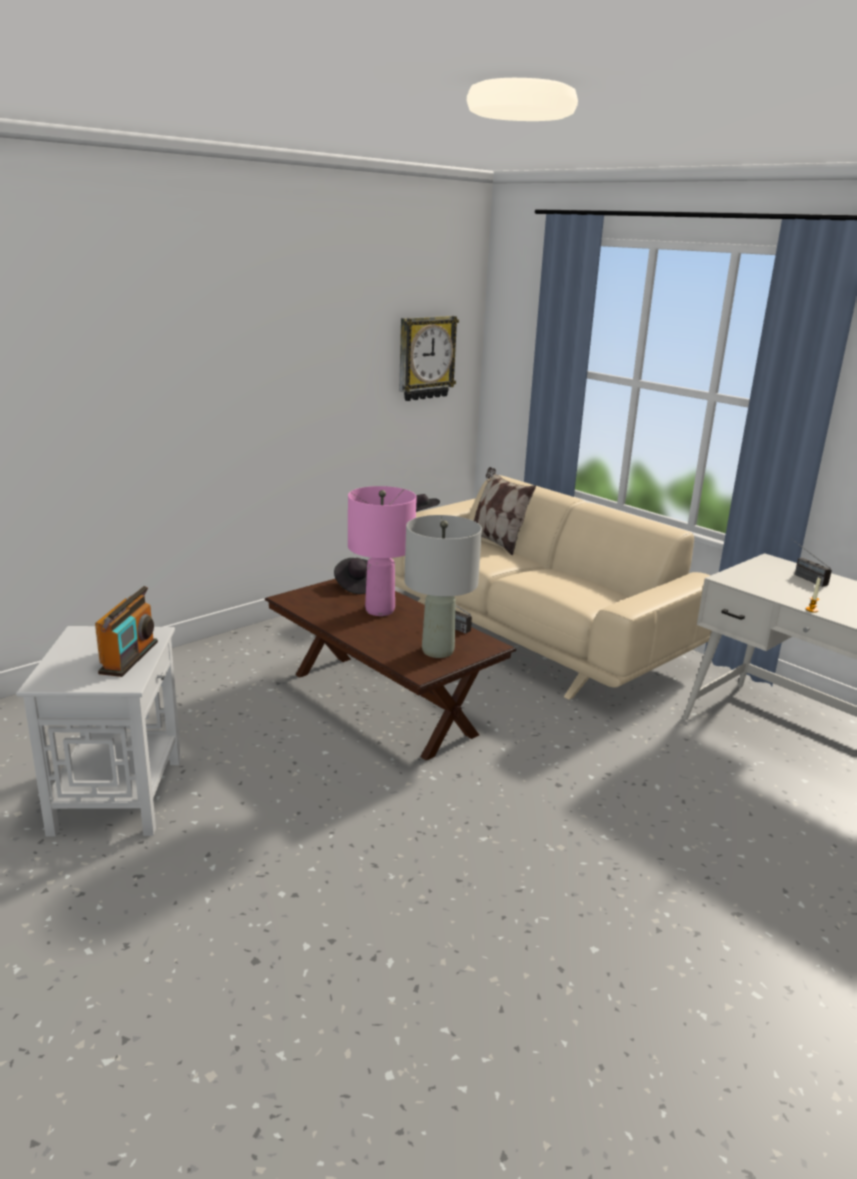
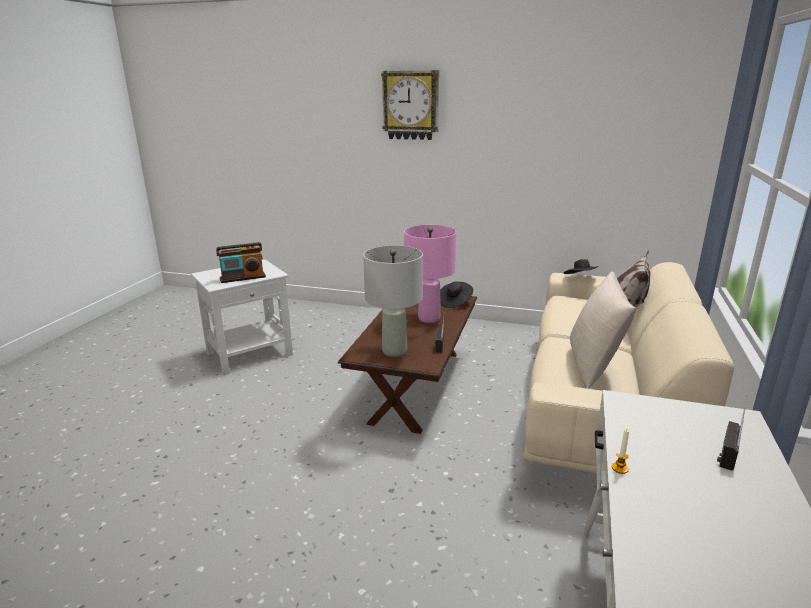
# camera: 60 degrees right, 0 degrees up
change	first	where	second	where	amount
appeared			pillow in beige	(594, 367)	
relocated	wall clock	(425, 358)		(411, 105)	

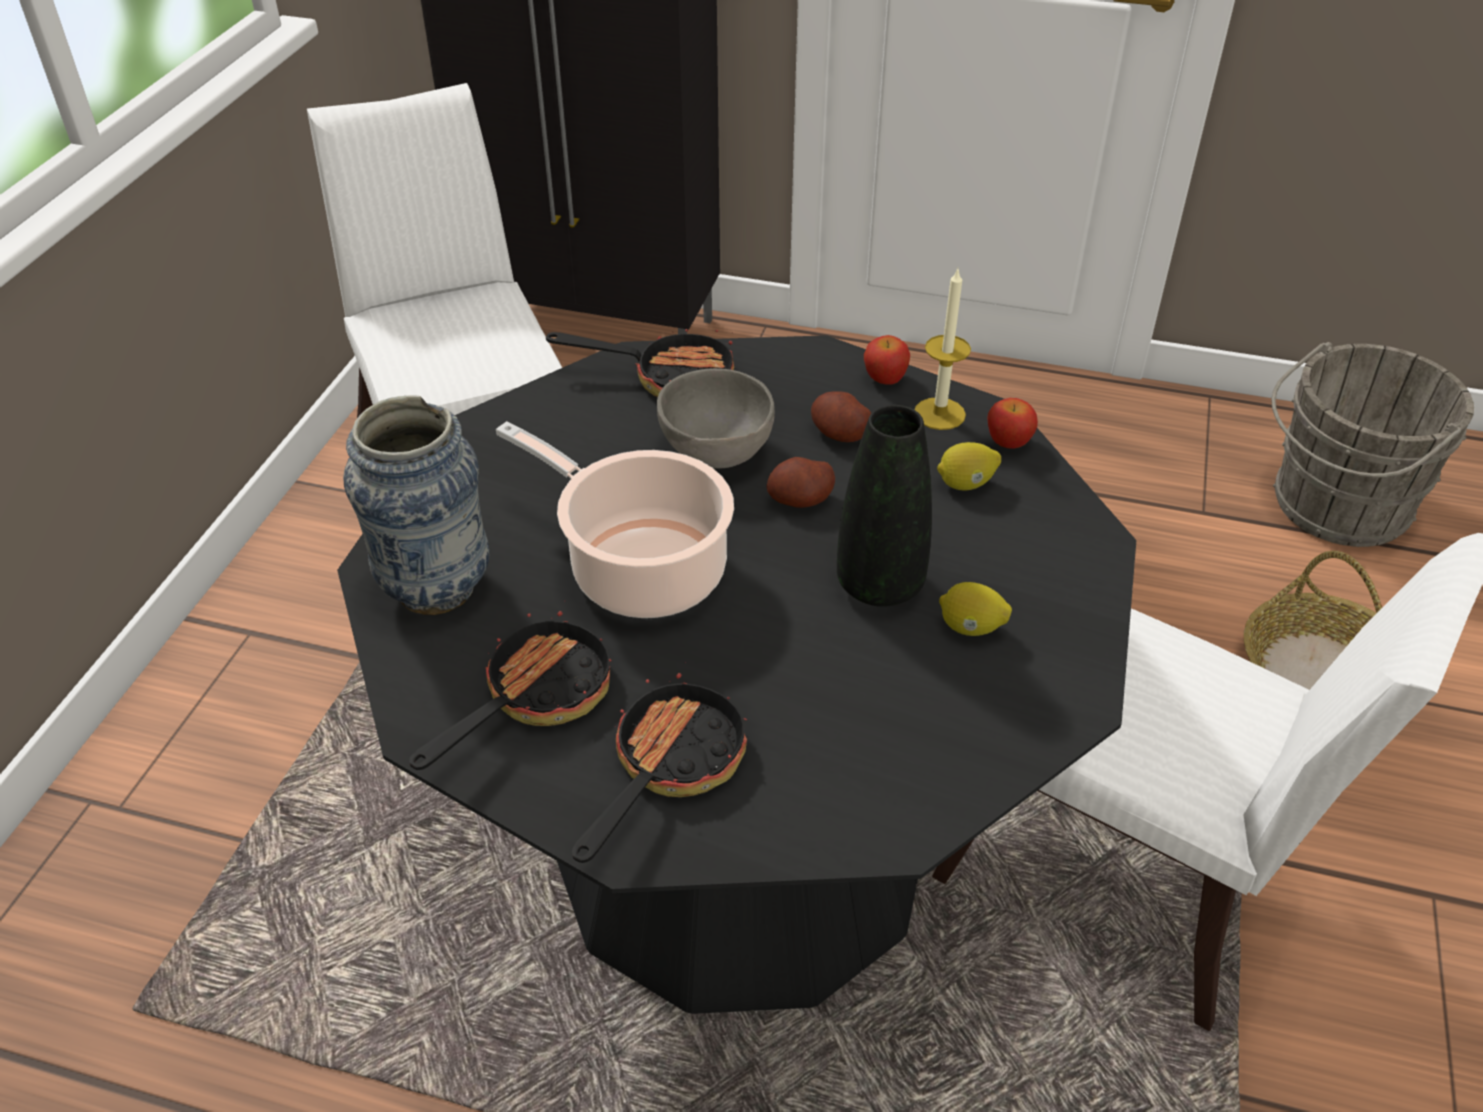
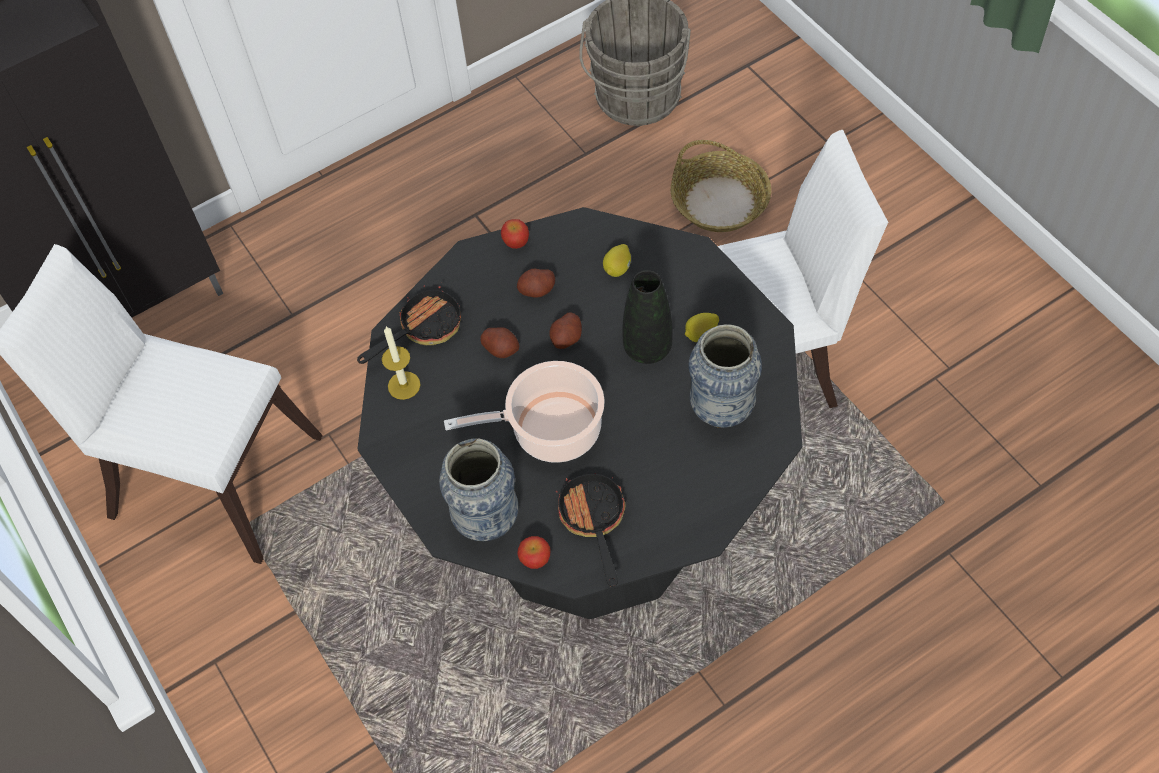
# camera: 45 degrees left, 15 degrees up
change	first	where	second	where	amount
missing	frying pan	(669, 767)			
appeared			vase	(722, 409)	
relocated	candle	(939, 414)		(404, 385)	
relocated	apple	(1008, 442)		(535, 559)	
exchanged	bowl in grey	(715, 453)	potato	(501, 349)	

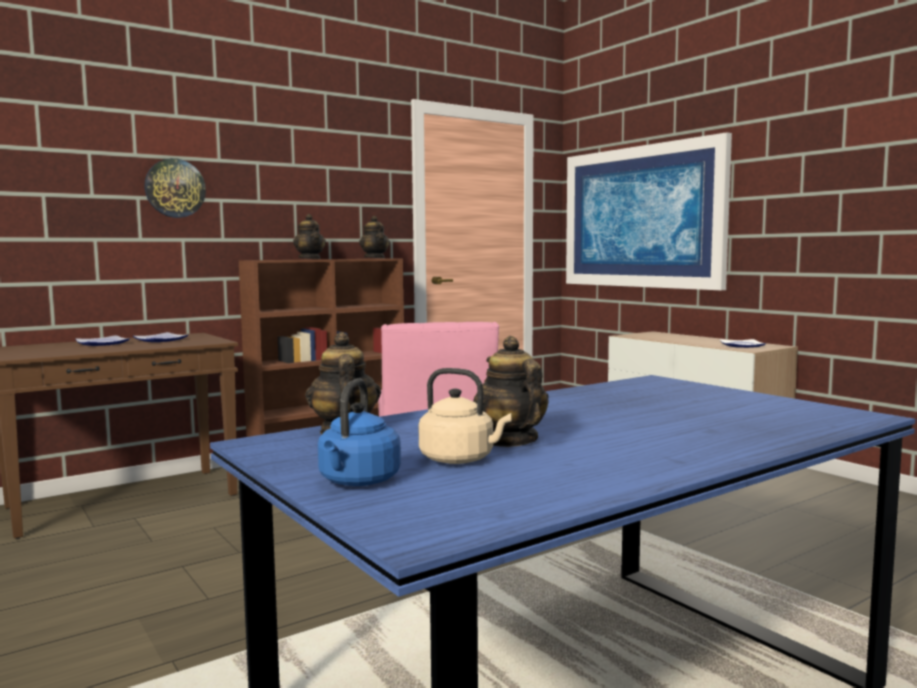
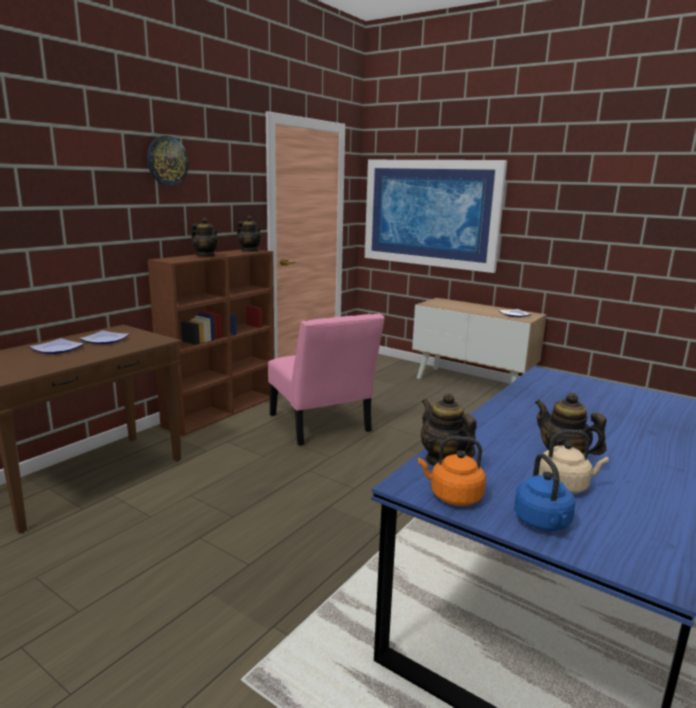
# camera: 20 degrees left, 10 degrees up
change	first	where	second	where	amount
appeared			kettle in orange	(453, 496)	
relocated	wall clock	(175, 188)		(167, 161)	

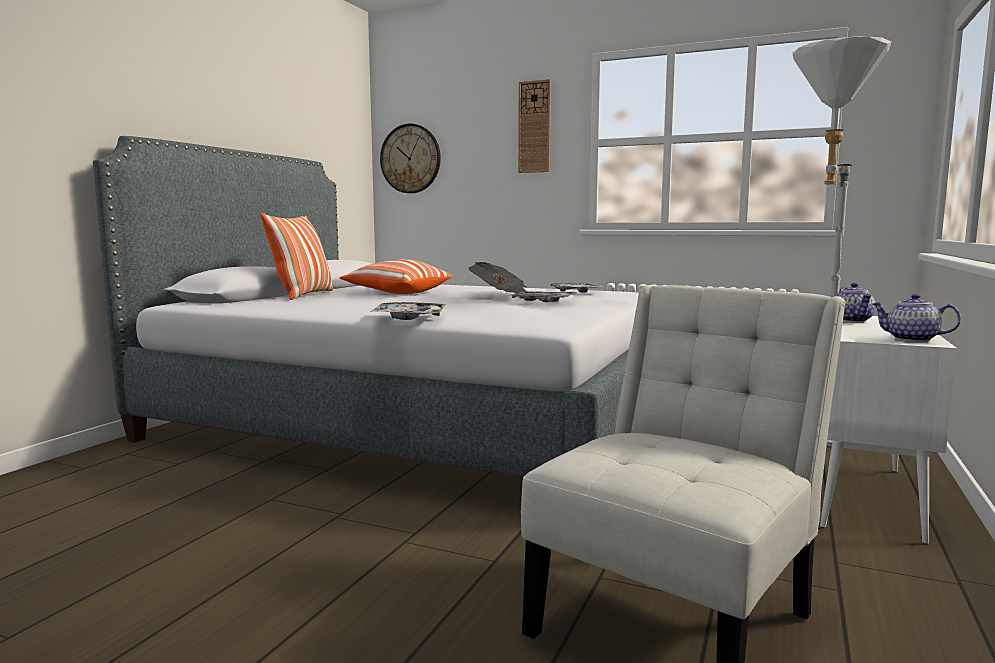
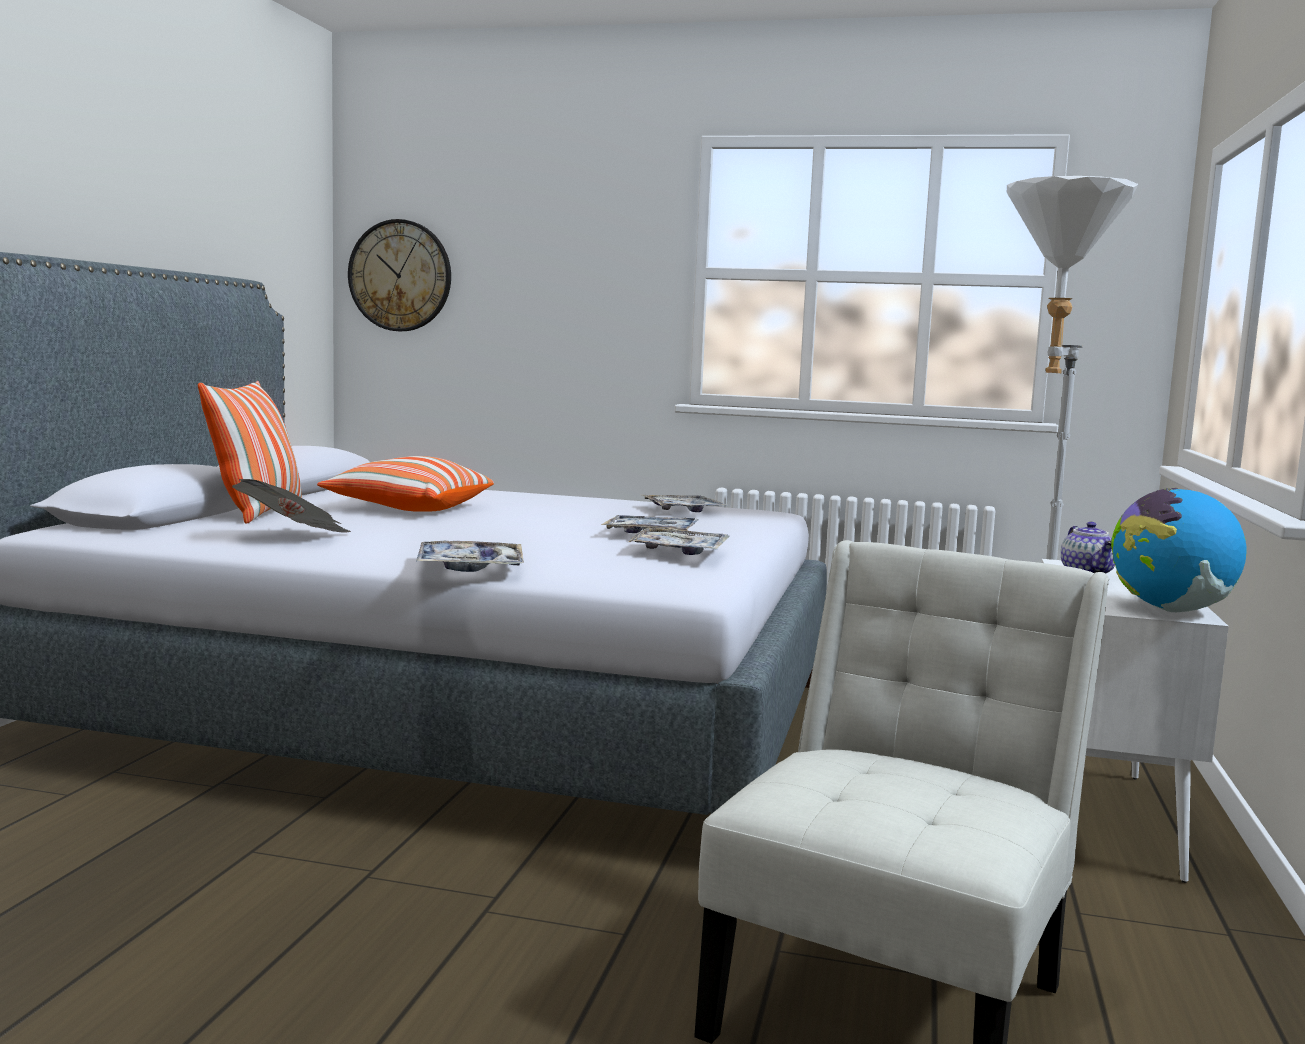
# camera: 10 degrees left, 0 degrees up
change	first	where	second	where	amount
missing	wall clock	(534, 127)			
appeared			tray	(679, 551)	
relocated	newspaper	(501, 296)		(294, 537)	
exchanged	teapot	(911, 339)	globe	(1170, 610)	

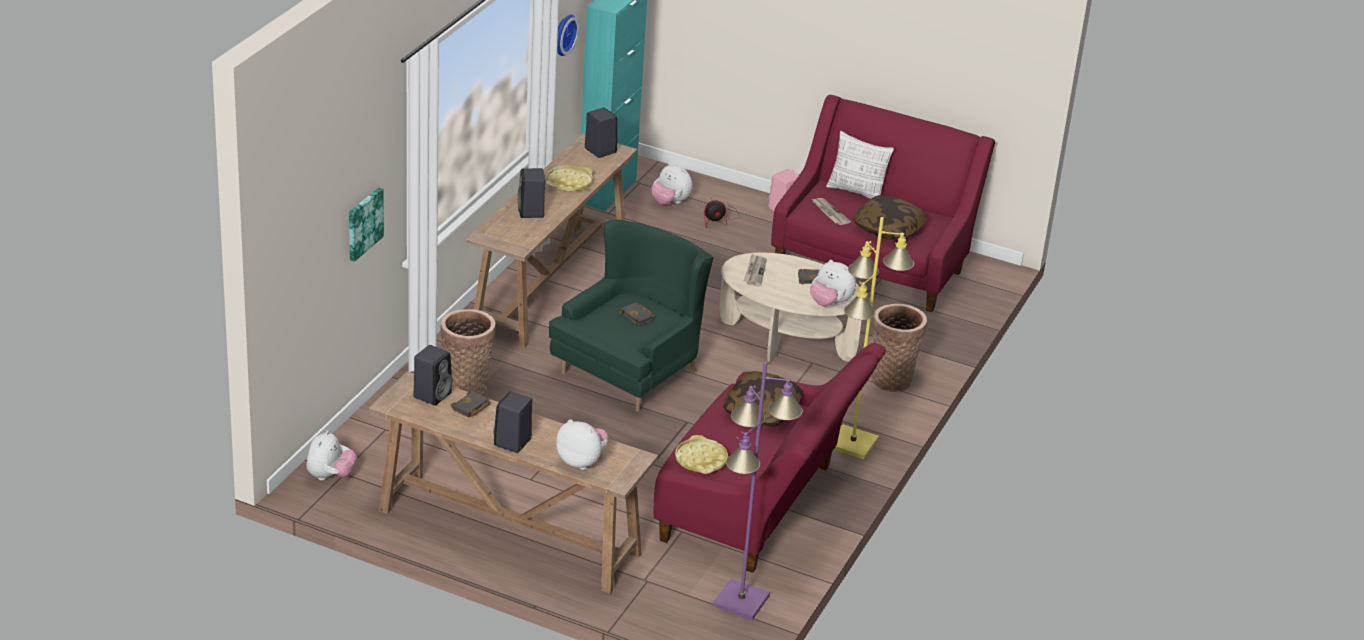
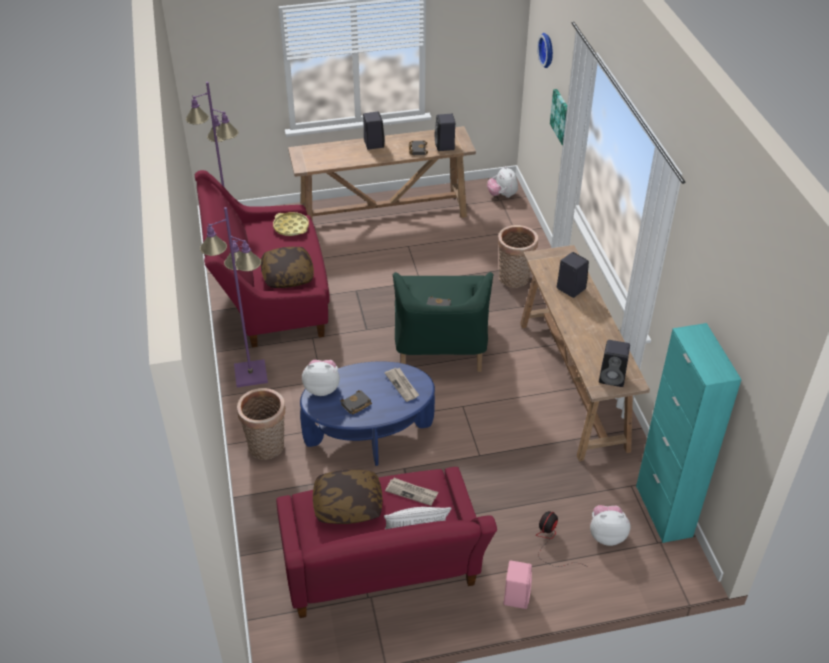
# camera: 145 degrees right, 10 degrees up
change	first	where	second	where	amount
missing	tray in yellow	(569, 183)			
missing	plush toy	(581, 461)			
relocated	wall clock	(563, 34)		(548, 50)	
colour	coffee table in beige	(786, 341)	coffee table in blue	(369, 436)	
colour	floor lamp in yellow	(853, 444)	floor lamp in purple	(250, 374)	

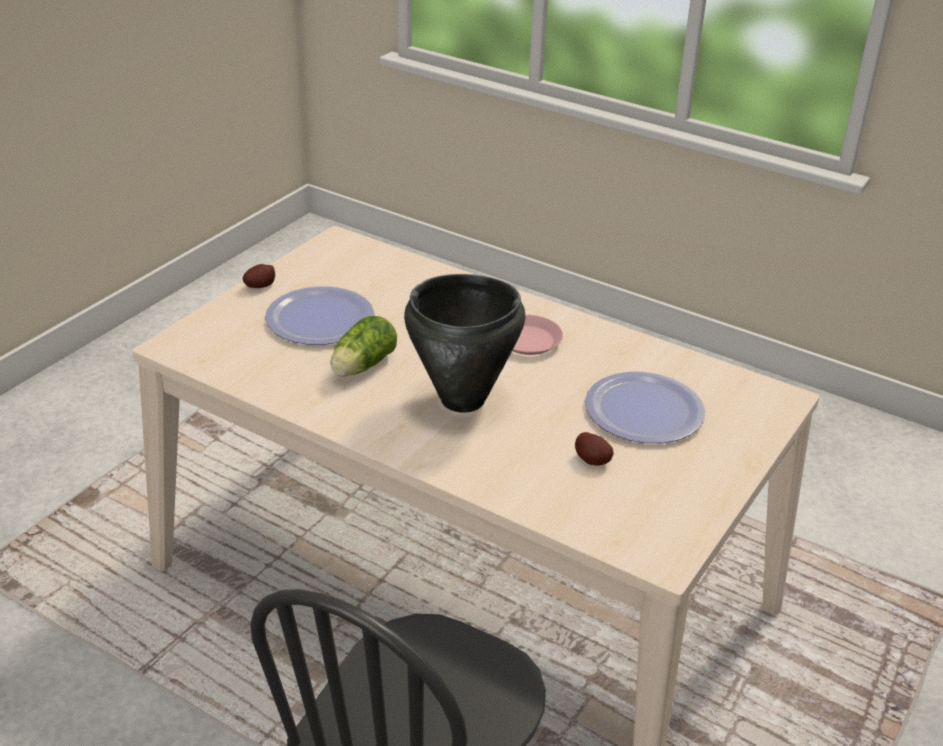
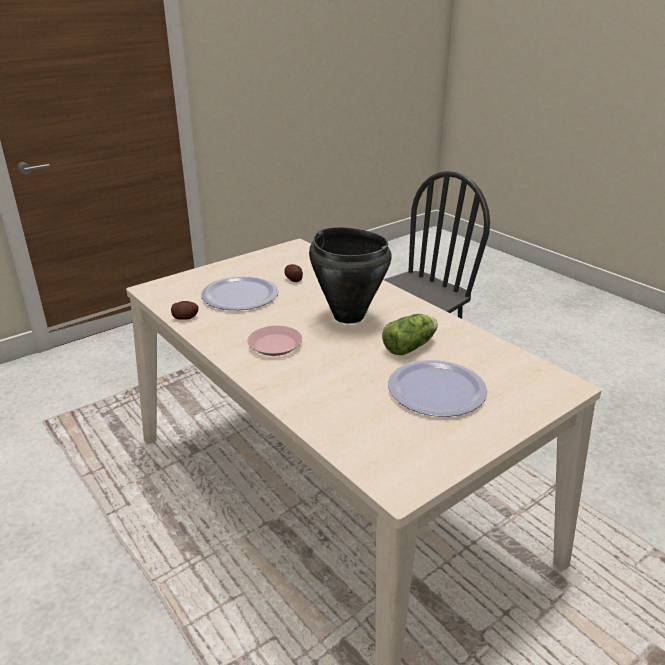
# camera: 160 degrees left, 5 degrees down
change	first	where	second	where	amount
relocated	potato	(259, 286)		(186, 317)	

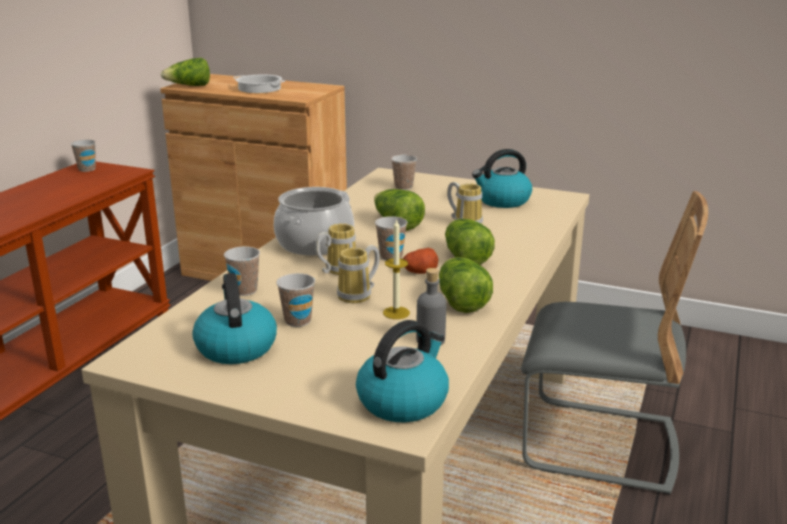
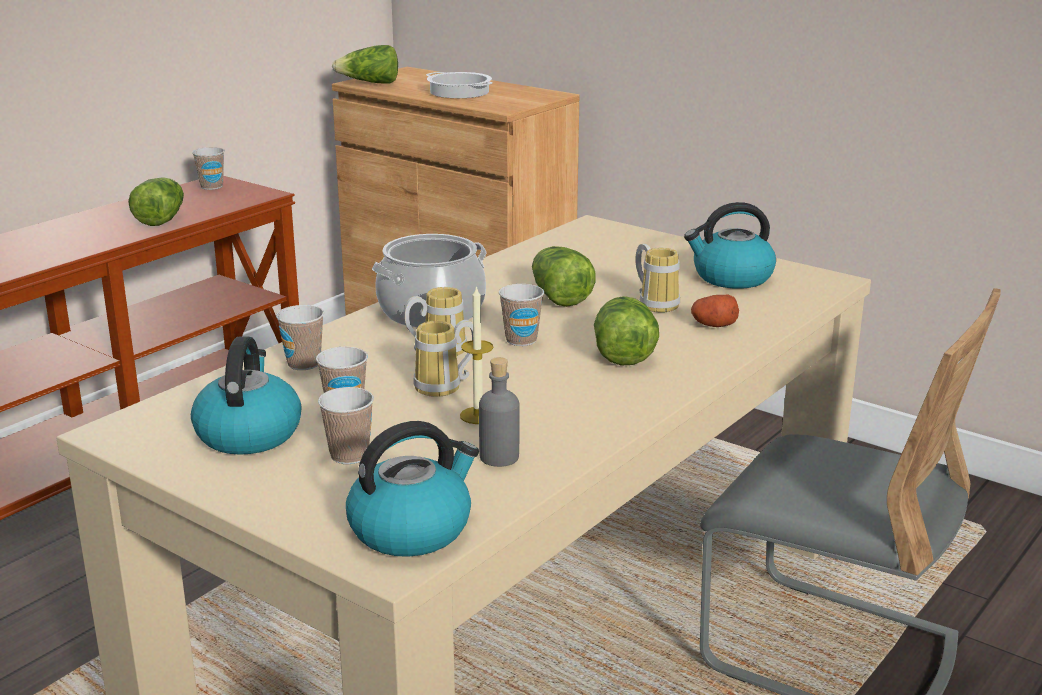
# camera: 15 degrees right, 0 degrees up
change	first	where	second	where	amount
relocated	cup	(403, 187)		(349, 455)	
relocated	potato	(420, 272)		(714, 325)	
relocated	lettuce	(461, 301)		(160, 218)	

